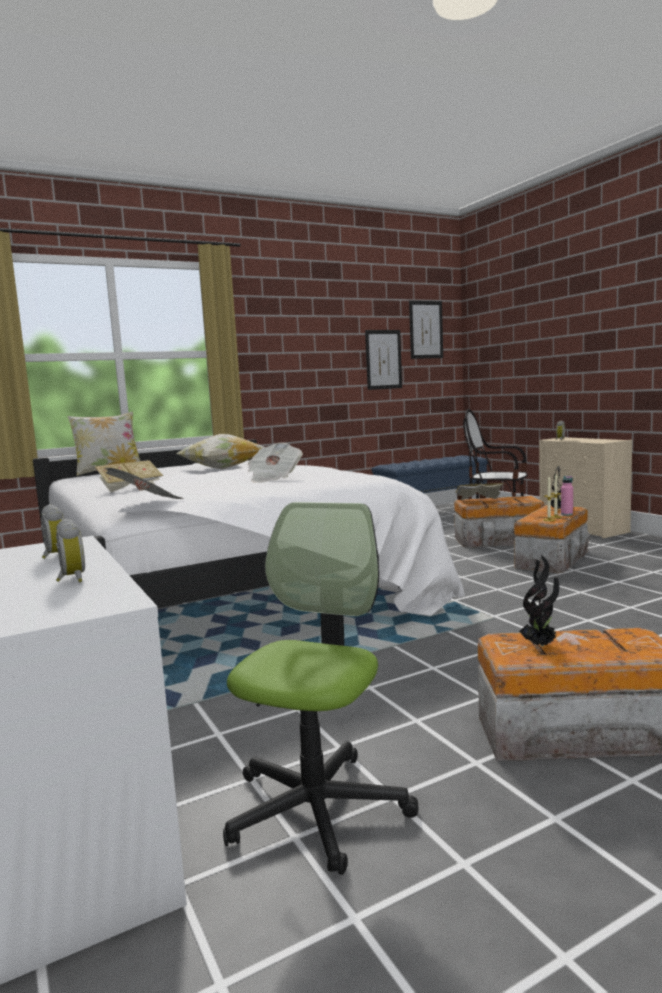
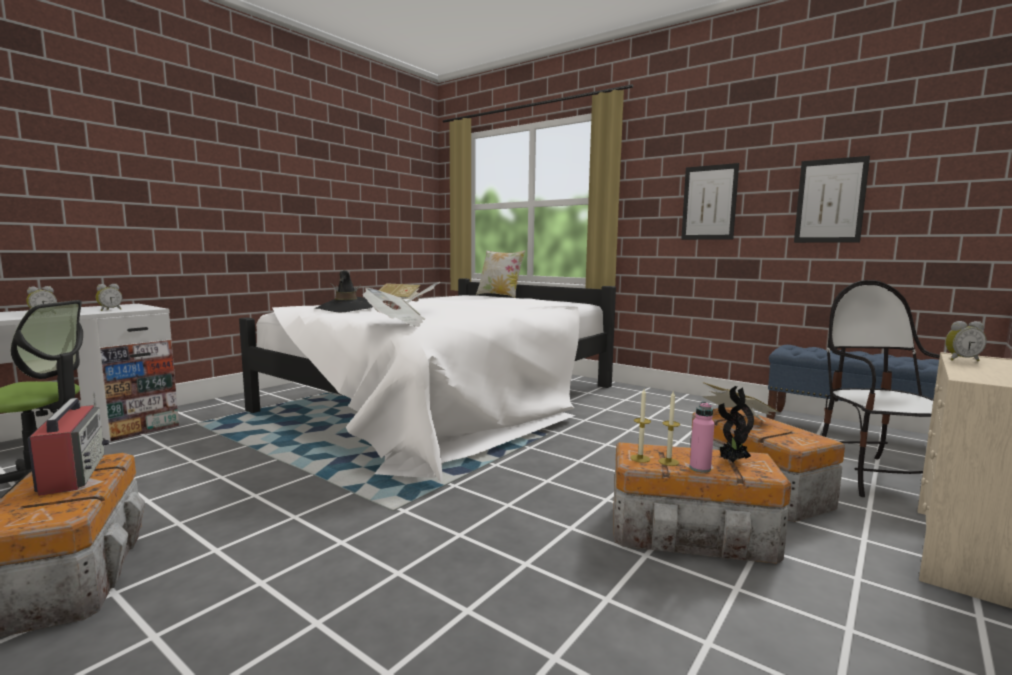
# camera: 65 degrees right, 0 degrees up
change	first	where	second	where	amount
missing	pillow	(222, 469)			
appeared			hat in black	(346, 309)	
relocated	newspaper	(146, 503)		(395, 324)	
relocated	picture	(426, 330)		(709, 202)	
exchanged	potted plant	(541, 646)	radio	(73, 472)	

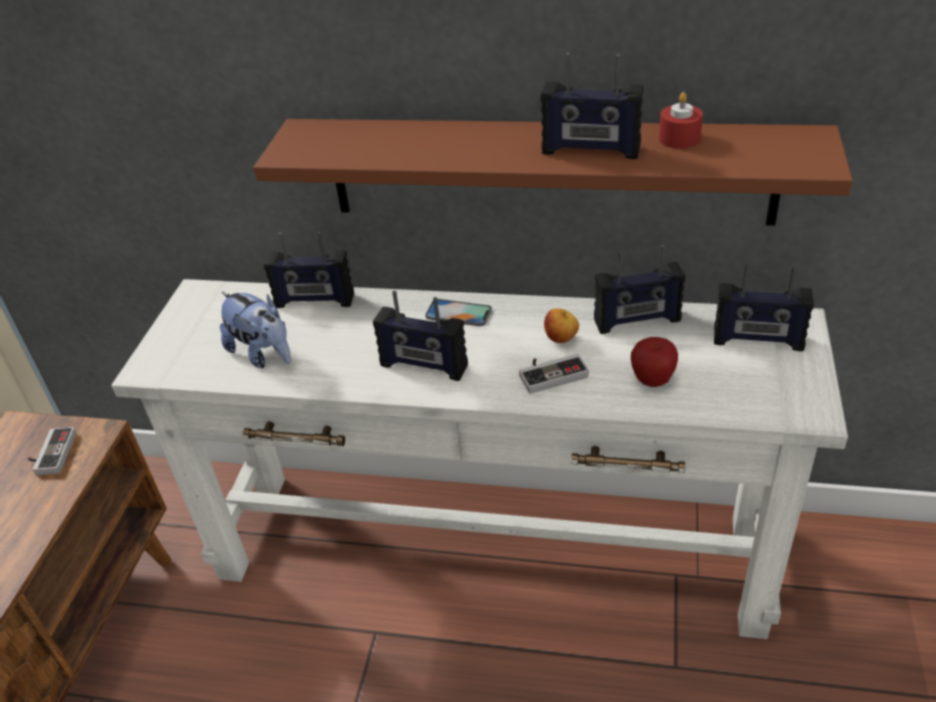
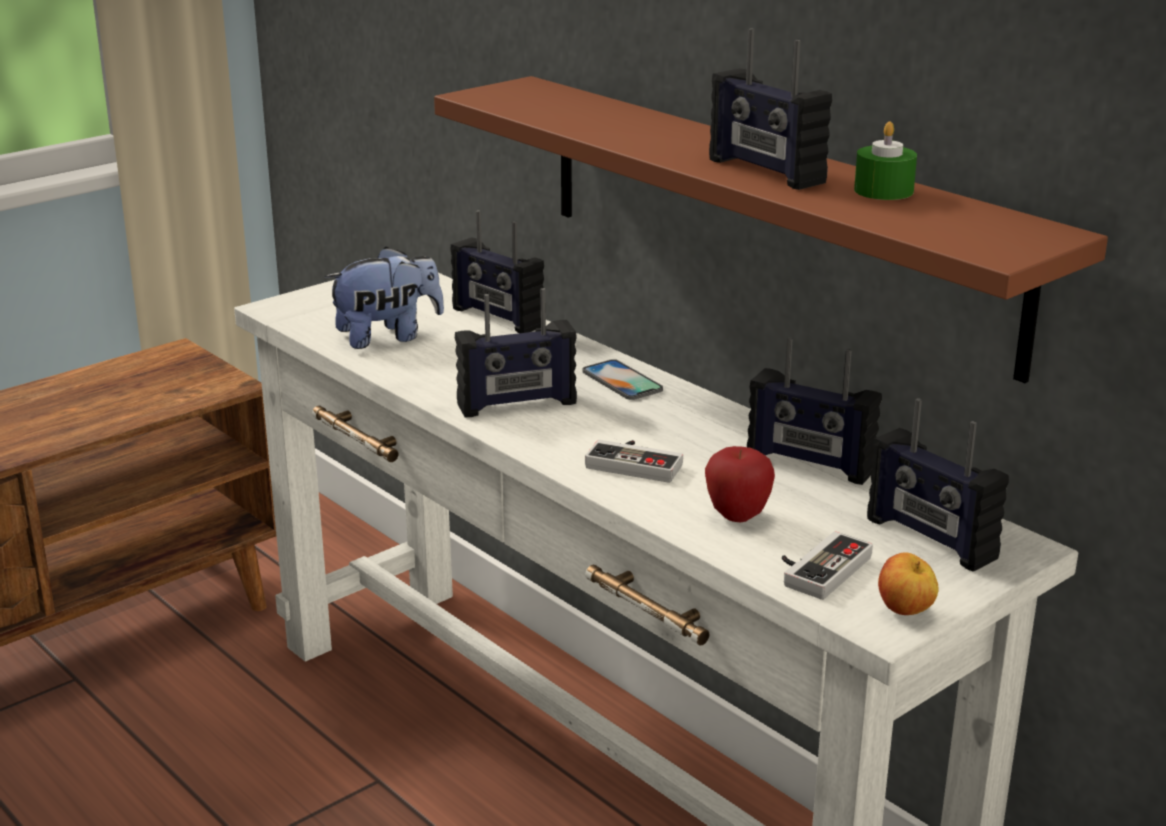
# camera: 35 degrees right, 15 degrees down
change	first	where	second	where	amount
relocated	game controller	(50, 454)		(818, 568)	
relocated	apple	(561, 339)		(905, 612)	
colour	candle in red	(679, 138)	candle in green	(883, 191)	
spun	plush toy	(263, 354)		(388, 337)	105 degrees counterclockwise
spun	radio	(423, 366)		(517, 405)	75 degrees counterclockwise

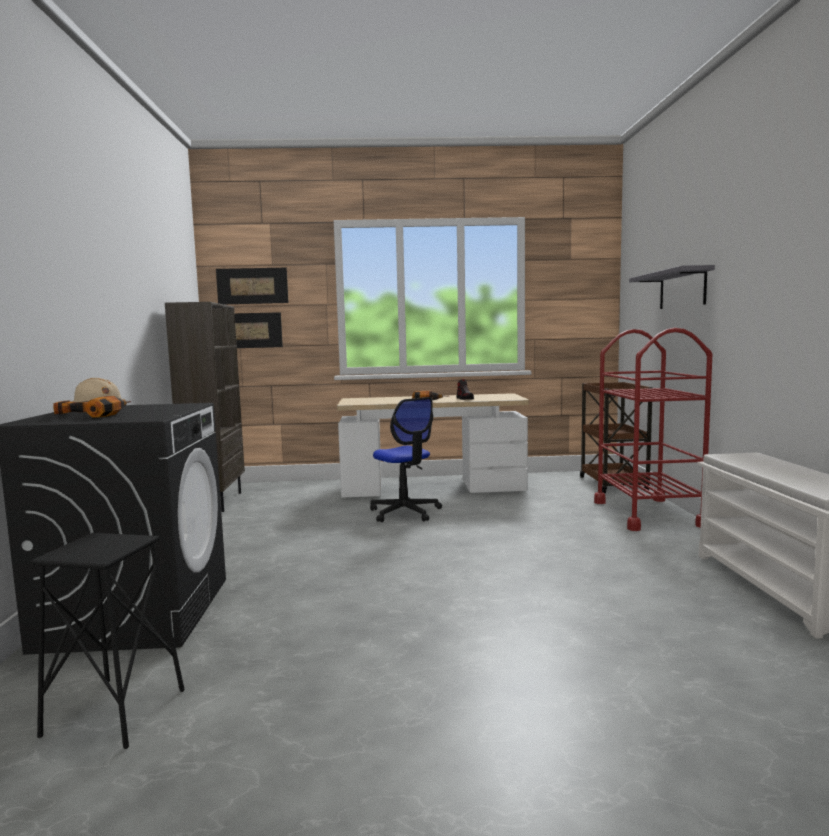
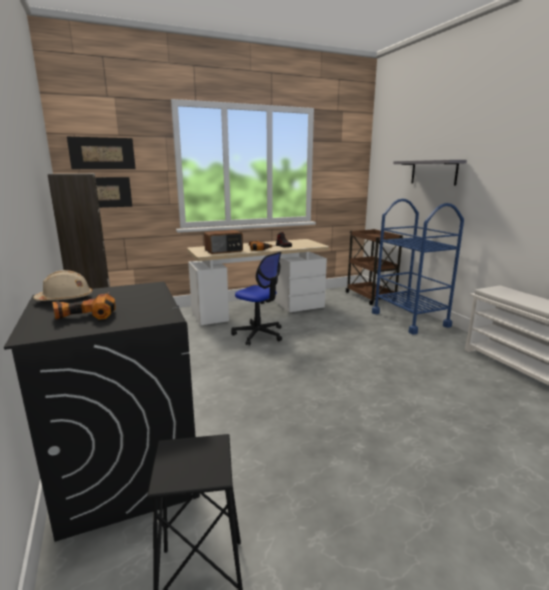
# camera: 20 degrees left, 10 degrees up
change	first	where	second	where	amount
appeared			radio	(224, 251)	
colour	cart in red	(647, 514)	cart in blue	(409, 319)	

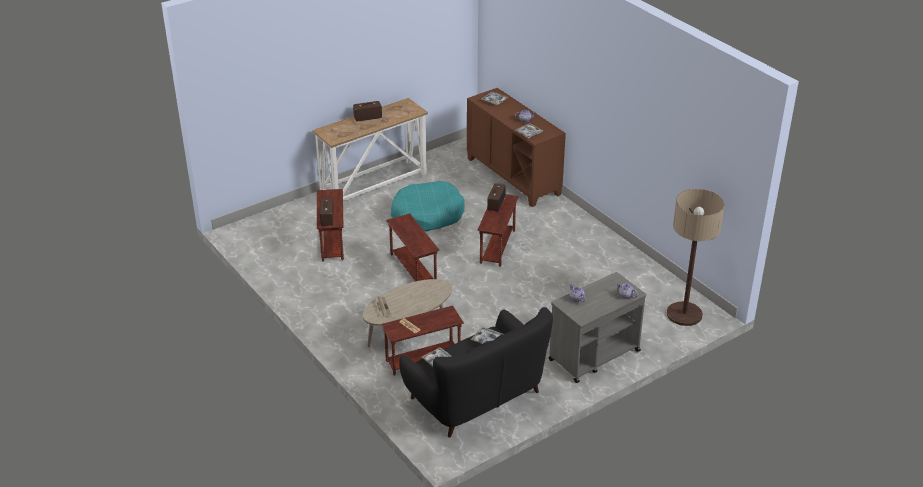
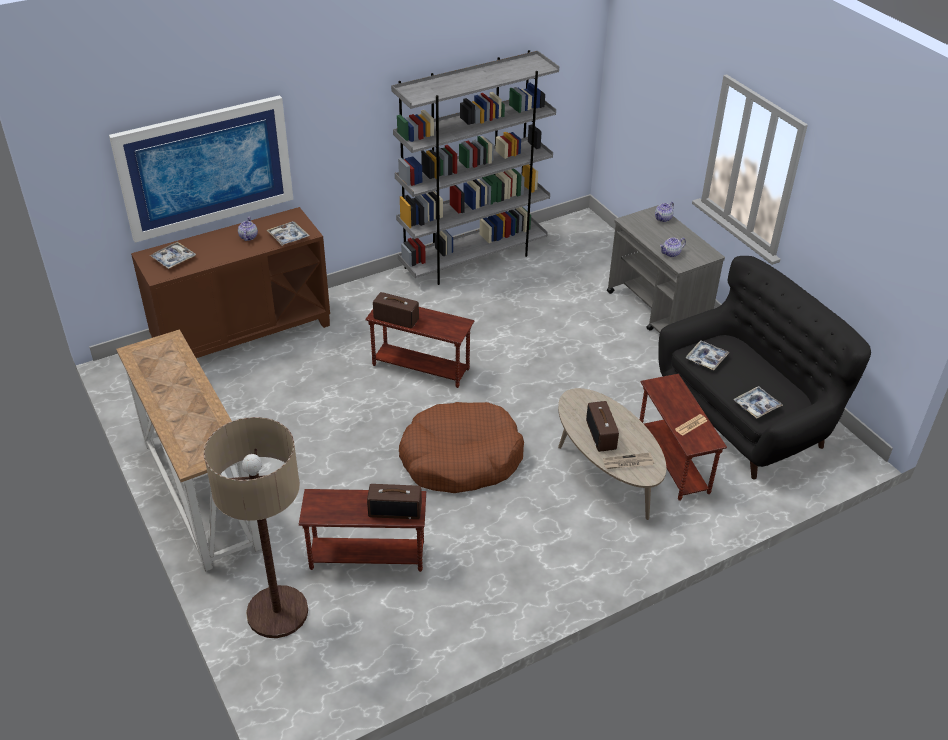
# camera: 85 degrees left, 5 degrees up
change	first	where	second	where	amount
missing	dog bed in turquoise	(427, 215)			
appeared			picture	(205, 167)	
appeared			bookcase in grey	(473, 259)	
relocated	radio	(367, 117)		(601, 435)	
relocated	floor lamp	(684, 314)		(277, 612)	
exchanged	side table in brown	(413, 269)	dog bed in brown	(460, 458)	

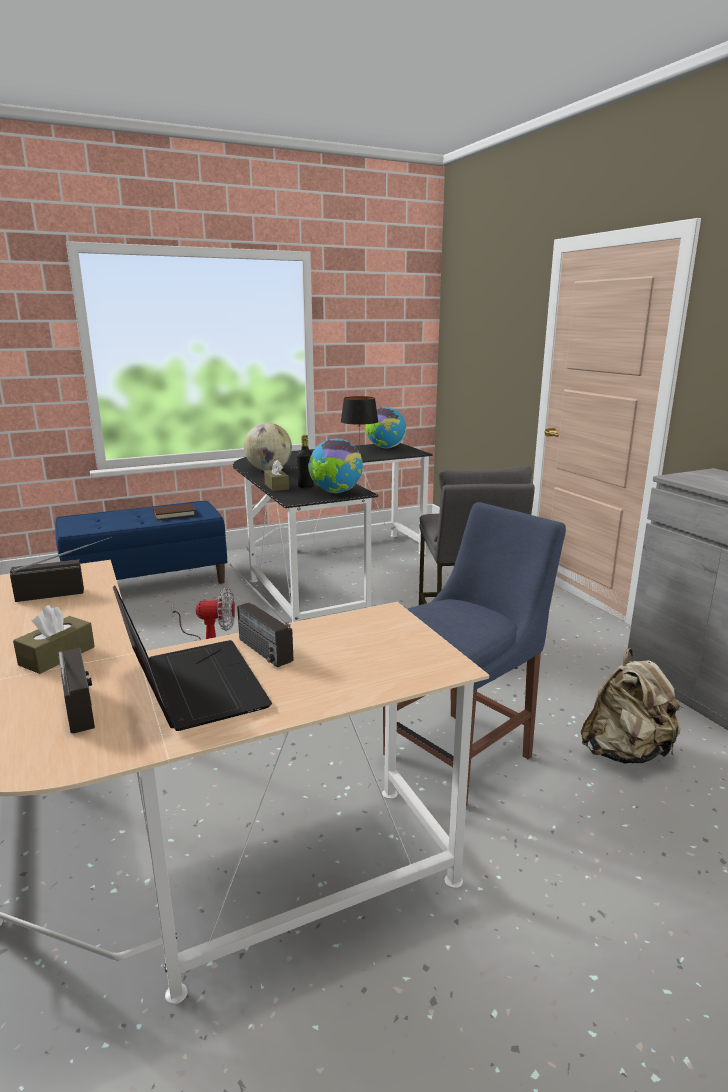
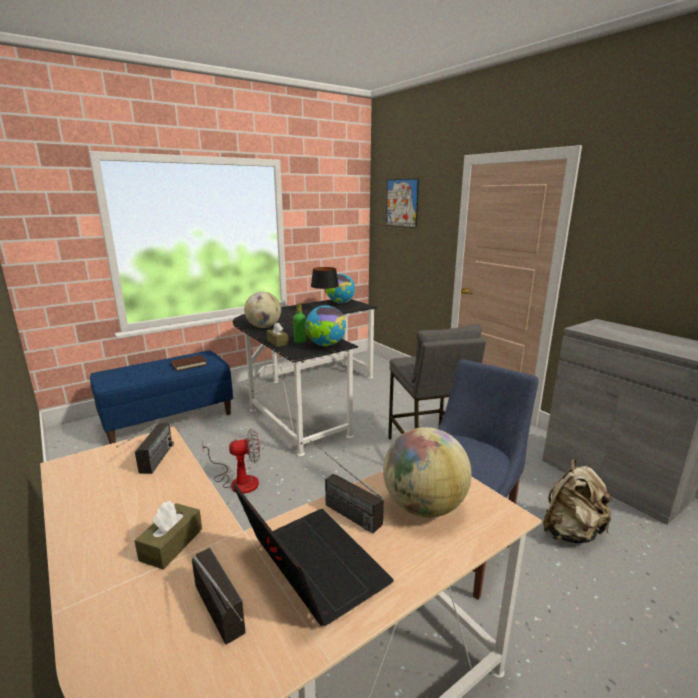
# camera: 10 degrees left, 0 degrees up
change	first	where	second	where	amount
appeared			globe	(423, 506)	
appeared			picture	(402, 203)	
colour	bottle in black	(306, 487)	bottle in green	(300, 341)	
spun	radio	(68, 592)		(152, 466)	120 degrees clockwise

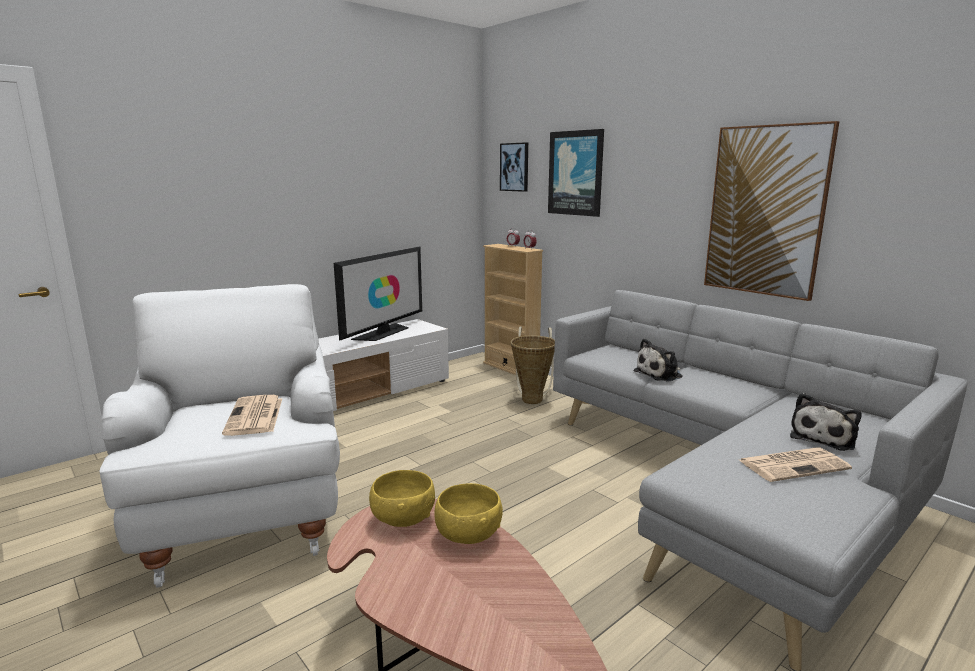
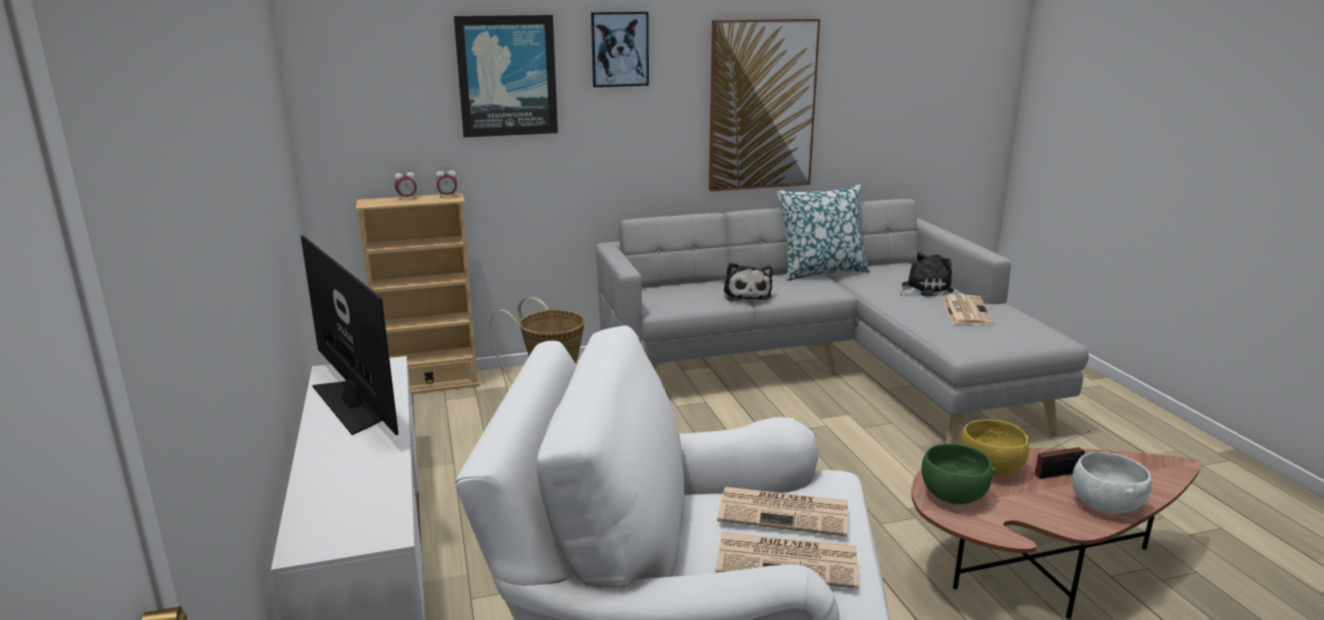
# camera: 65 degrees left, 5 degrees up
change	first	where	second	where	amount
appeared			newspaper	(789, 560)	
appeared			pillow	(821, 272)	
appeared			radio	(1060, 473)	
appeared			bowl in white	(1105, 504)	
relocated	picture	(515, 167)		(619, 49)	
colour	bowl in yellow	(402, 518)	bowl in green	(953, 495)	
spun	plush toy	(823, 437)		(923, 289)	90 degrees counterclockwise

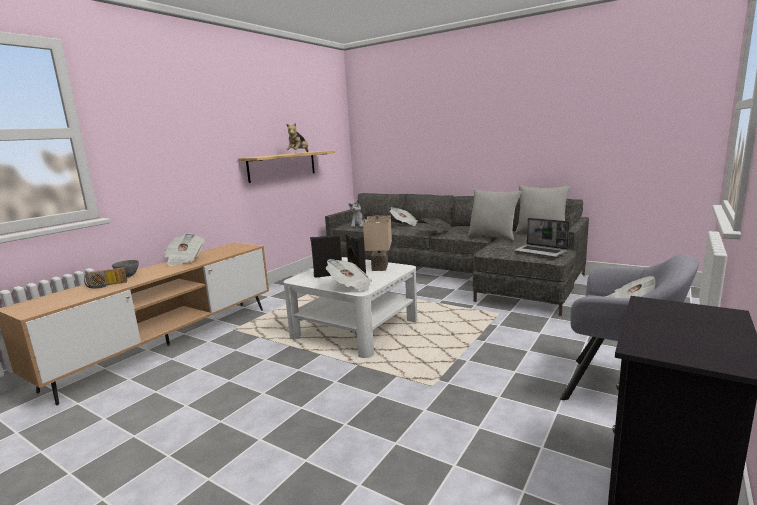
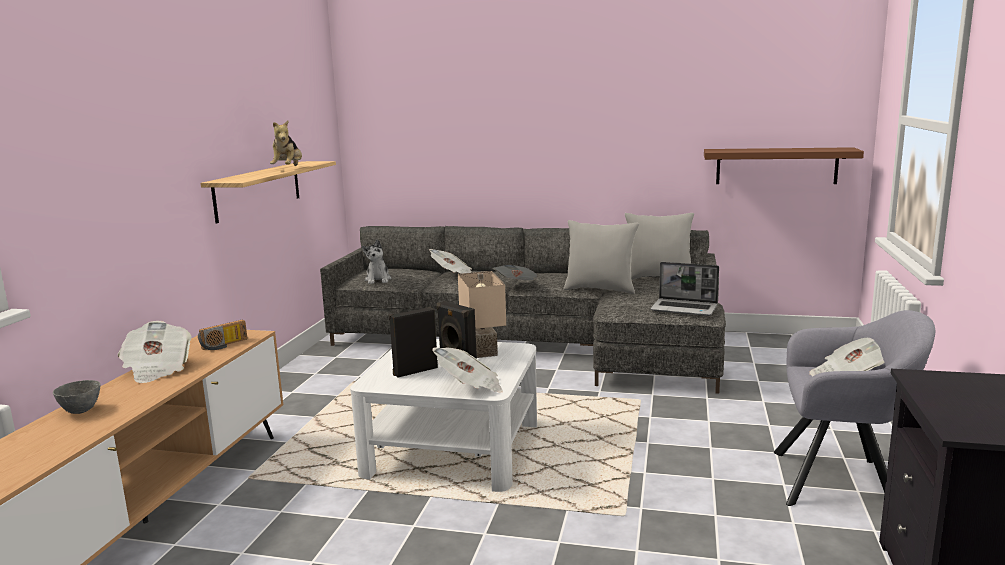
# camera: 20 degrees left, 0 degrees up
change	first	where	second	where	amount
appeared			shelf in brown	(776, 166)	
relocated	radio	(106, 285)		(225, 345)	

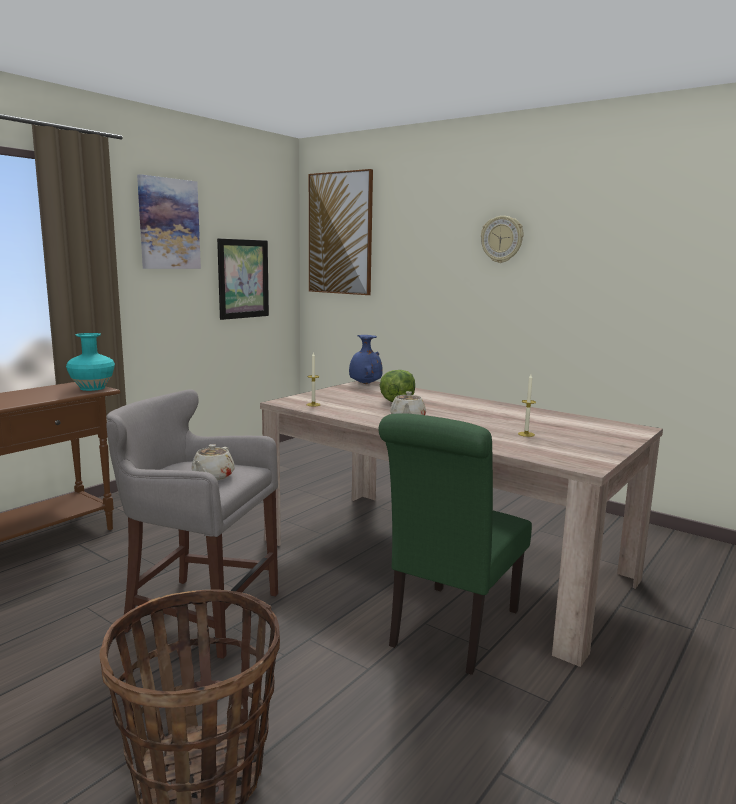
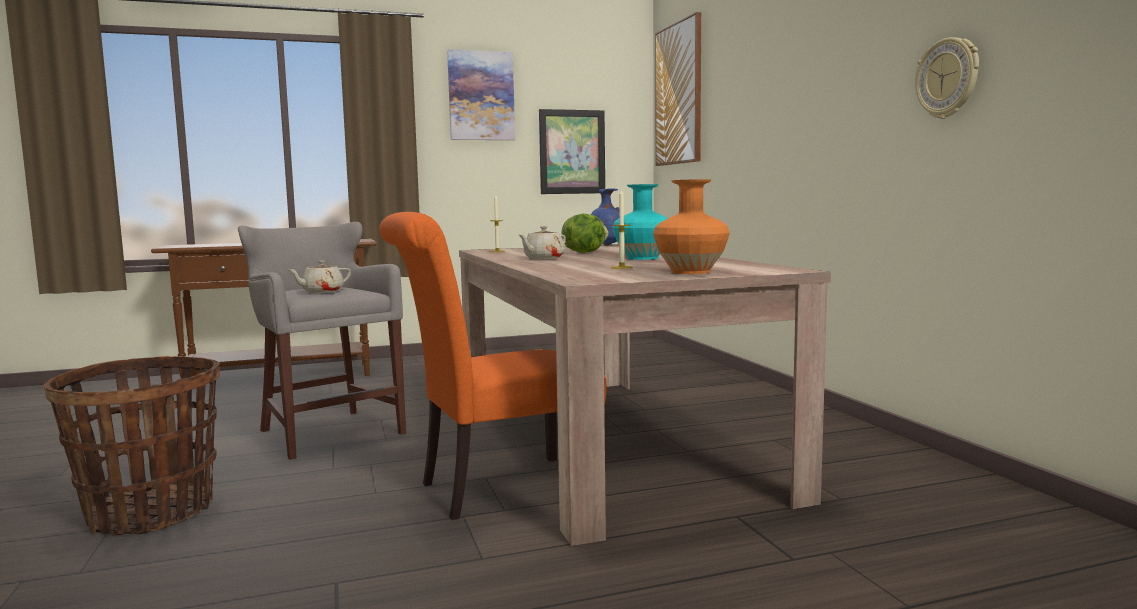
# camera: 35 degrees right, 5 degrees down
change	first	where	second	where	amount
appeared			vase in orange	(689, 272)	
relocated	vase in turquoise	(93, 388)		(643, 258)	
relocated	wall clock	(502, 239)		(948, 78)	
colour	chair in green	(450, 631)	chair in orange	(497, 488)	

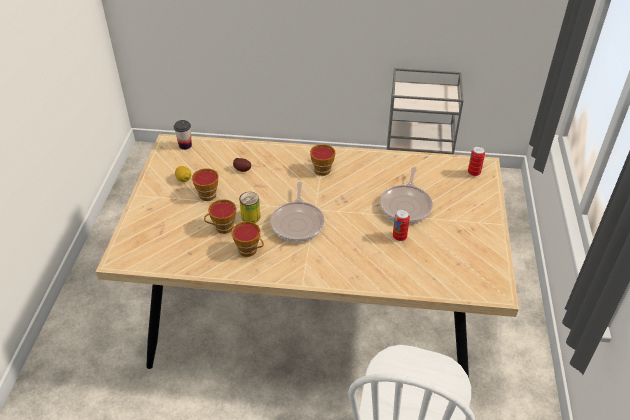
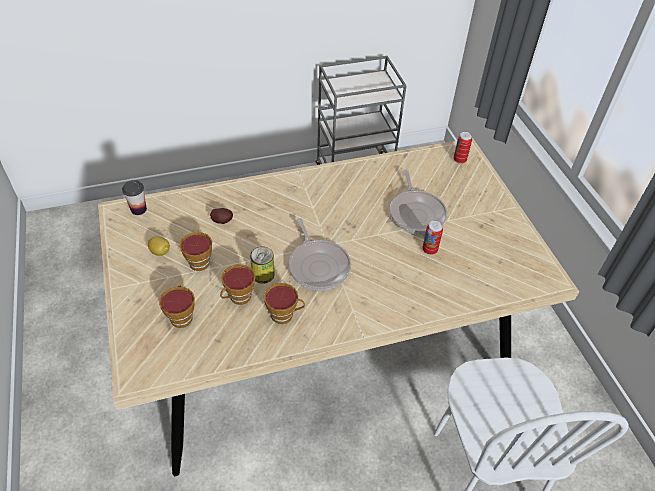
# camera: 25 degrees left, 5 degrees up
change	first	where	second	where	amount
relocated	cup	(323, 169)		(181, 316)	

